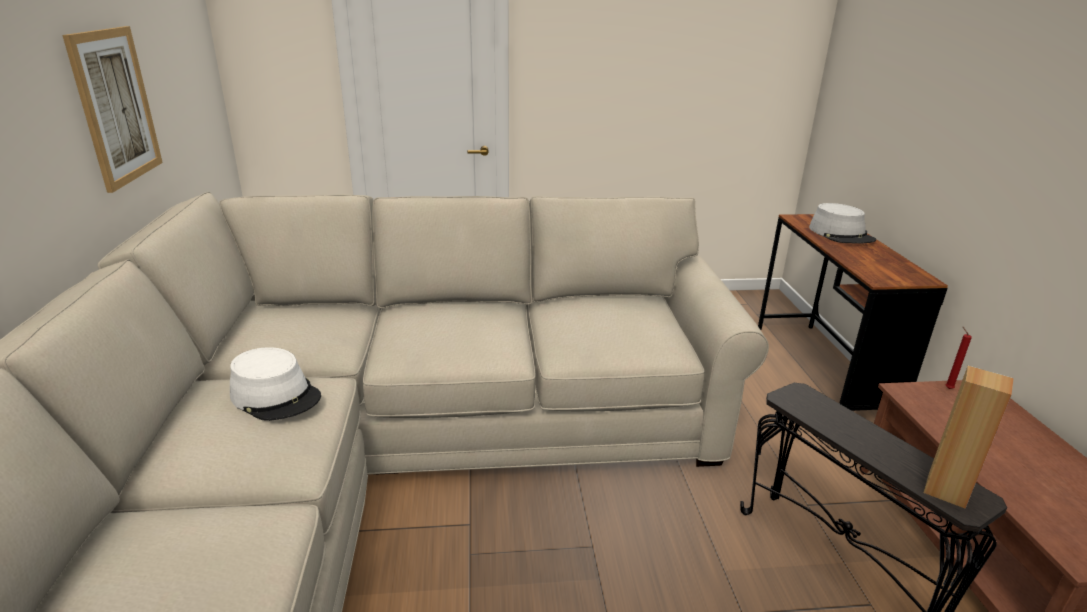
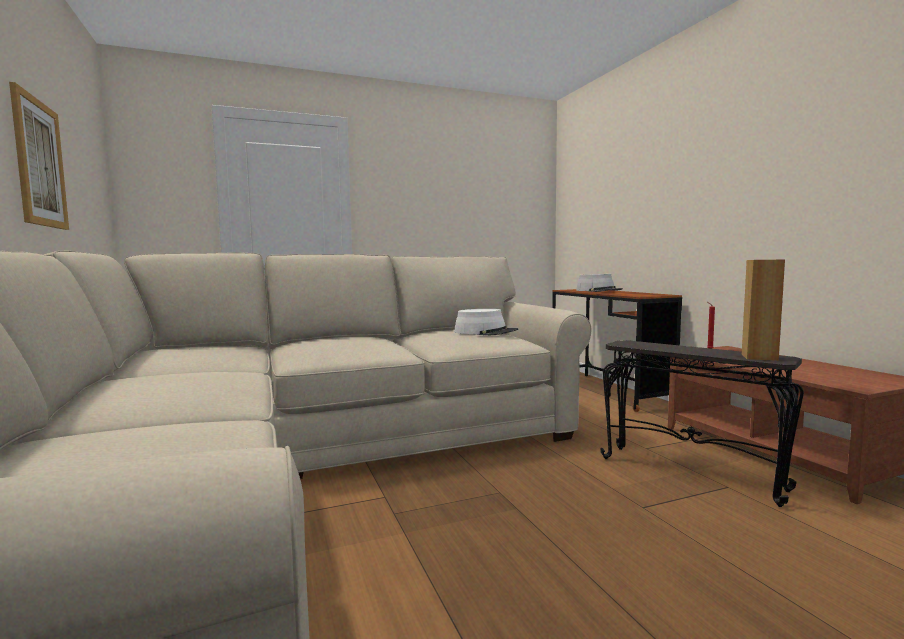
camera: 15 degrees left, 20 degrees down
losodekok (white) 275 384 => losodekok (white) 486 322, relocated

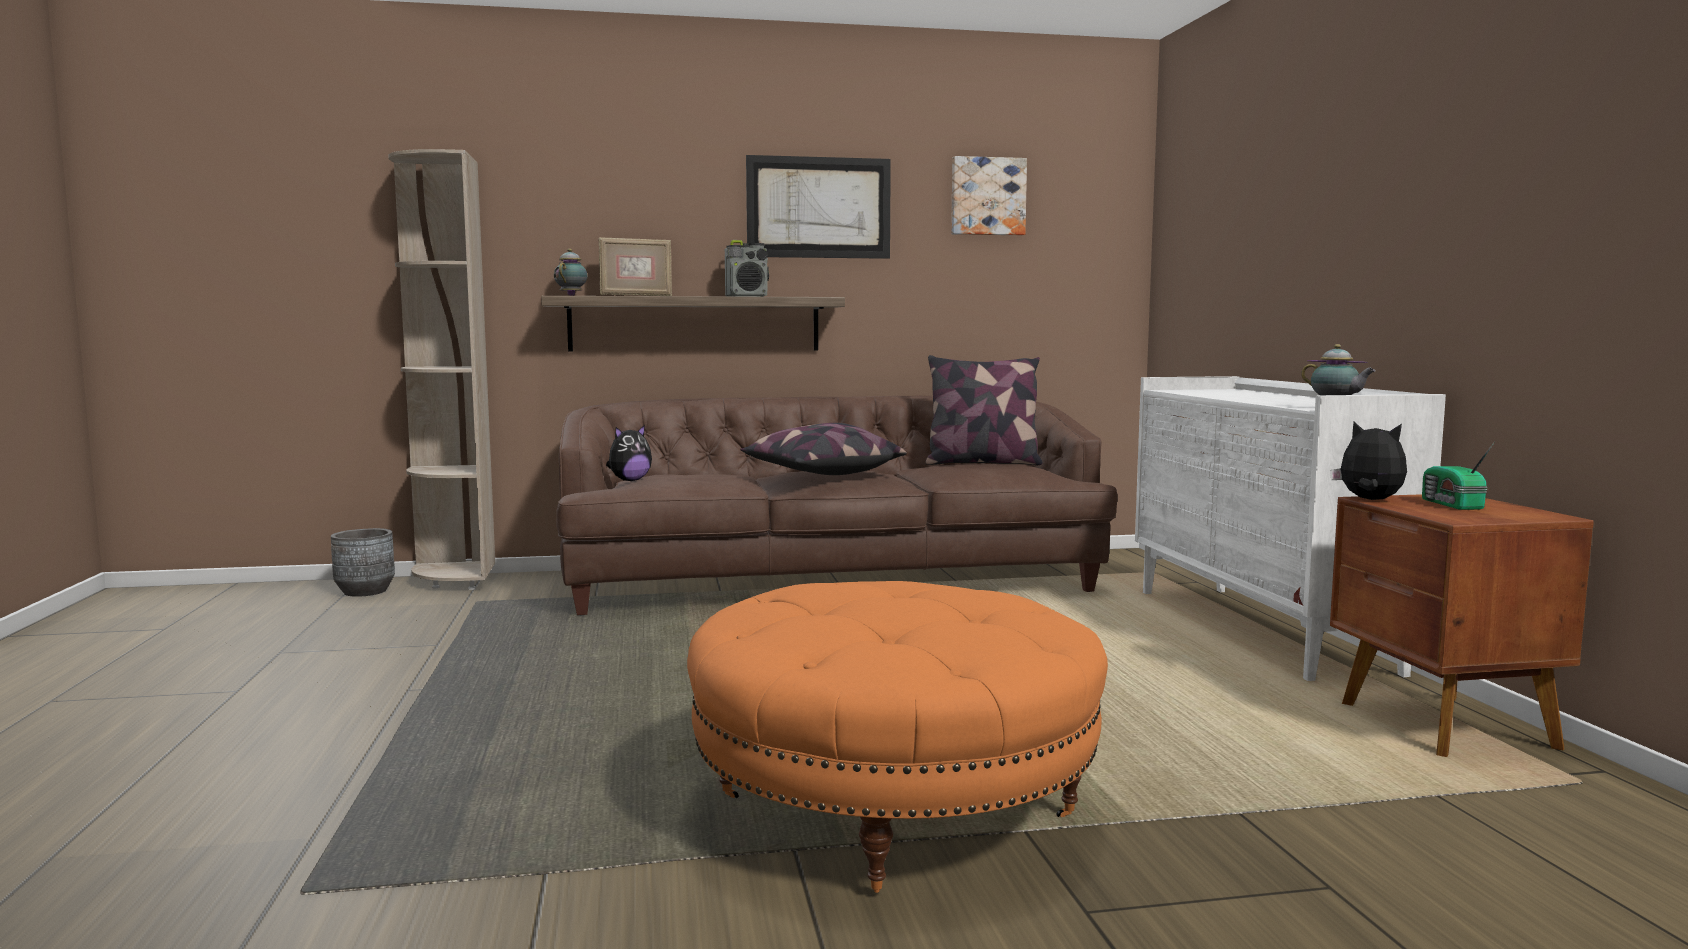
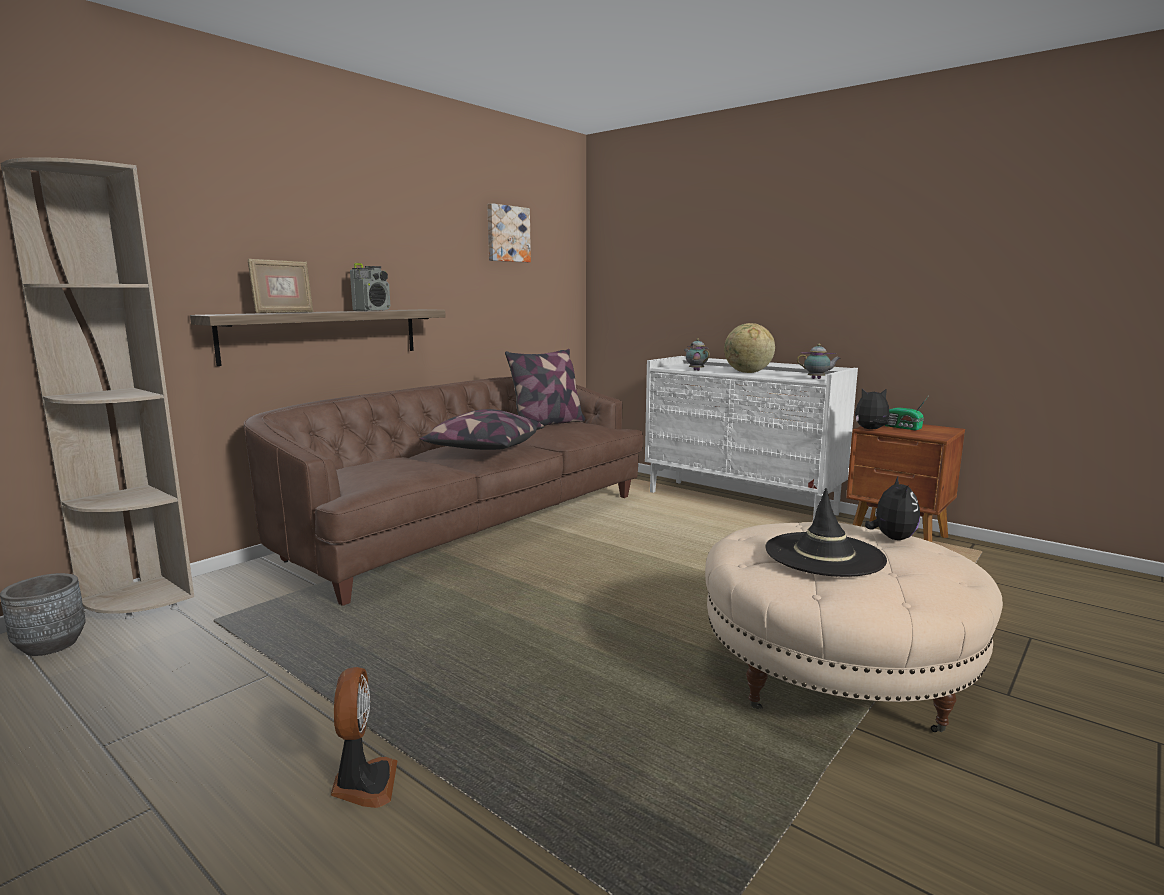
camera: 40 degrees left, 5 degrees up
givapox 818 207 => nothing
nothing => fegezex 363 737
nothing => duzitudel 749 348
nothing => losodekok (black) 826 532
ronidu 571 272 => ronidu 697 354, relocated
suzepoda 629 453 => suzepoda 892 508, relocated
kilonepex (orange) 897 737 => kilonepex (beige) 854 627

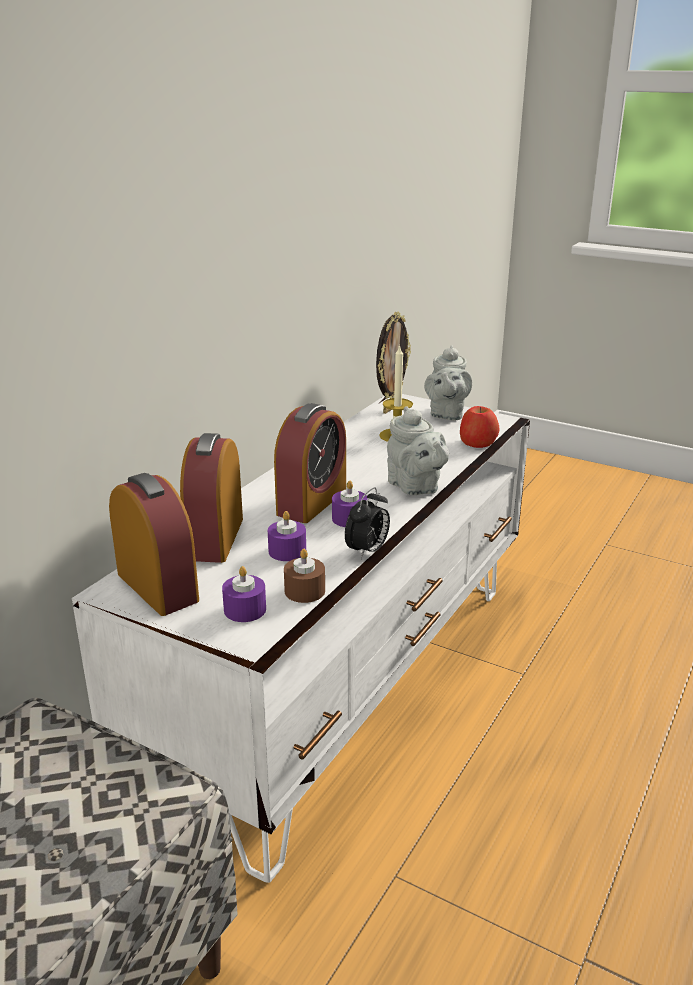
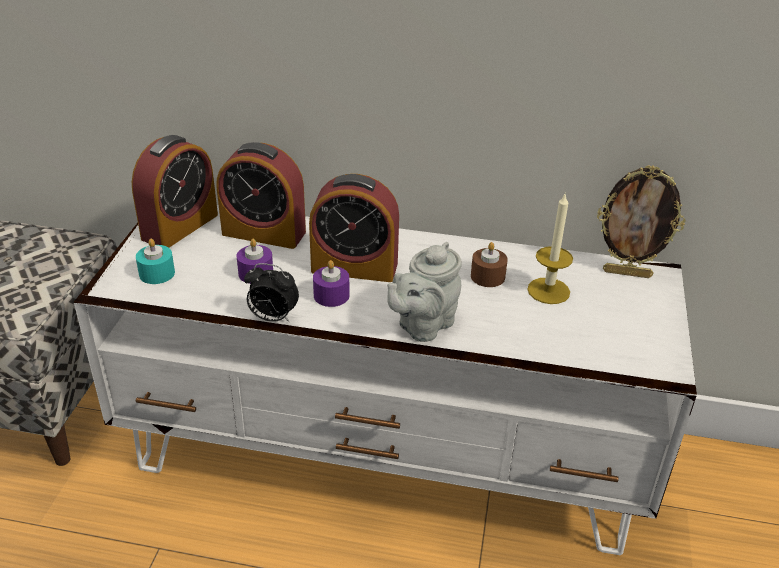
camera: 70 degrees right, 10 degrees up
ronidu (grey) 448 383 => nothing
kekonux 480 427 => nothing
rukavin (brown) 304 576 => rukavin (brown) 489 264, relocated
rukavin (purple) 244 594 => rukavin (turquoise) 155 261
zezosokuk 211 498 => zezosokuk 261 195, 150 degrees counterclockwise

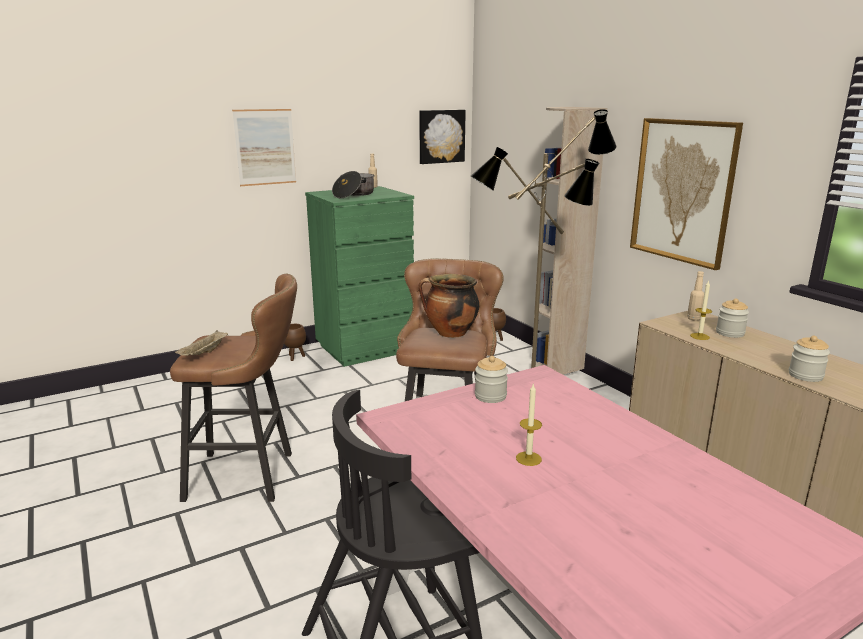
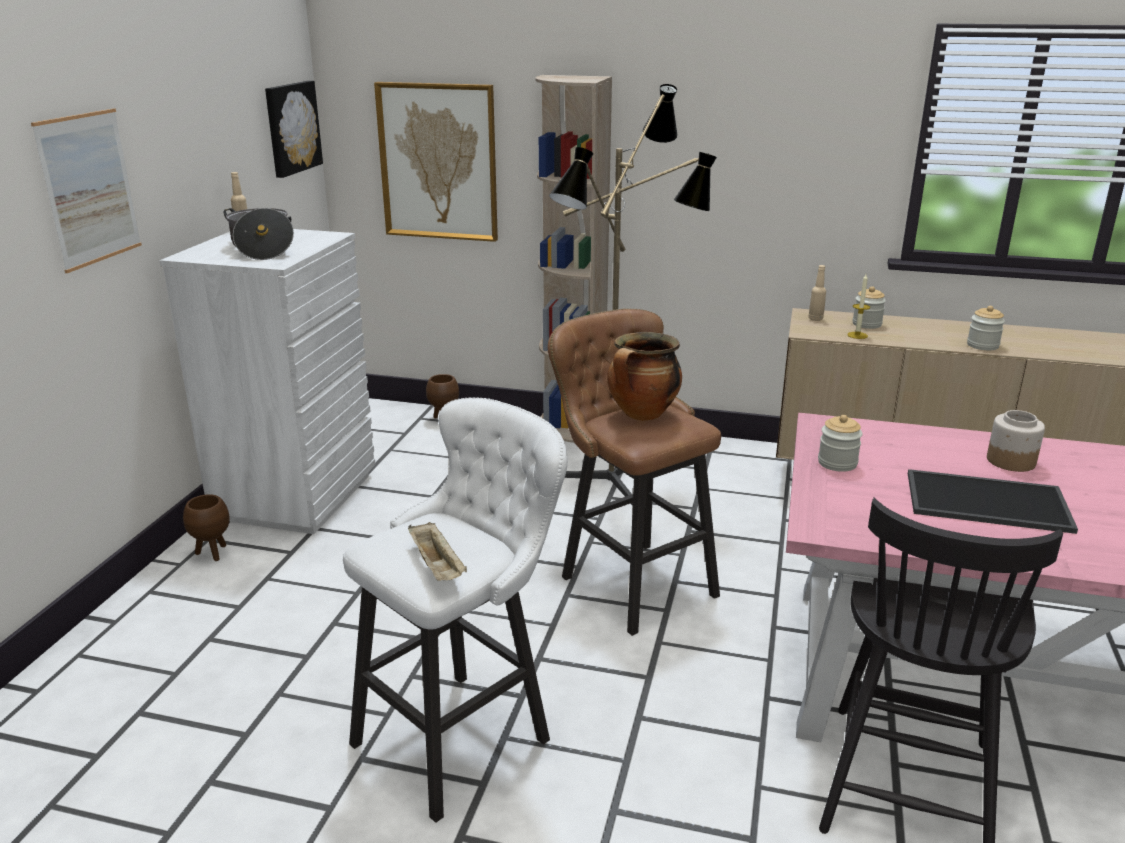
camera: 45 degrees left, 5 degrees up
nothing => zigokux 1016 441
givapox 686 194 => givapox 436 162, relocated
rukavin 529 425 => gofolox 993 501
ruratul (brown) 233 388 => ruratul (white) 455 610
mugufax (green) 359 276 => mugufax (white) 268 381

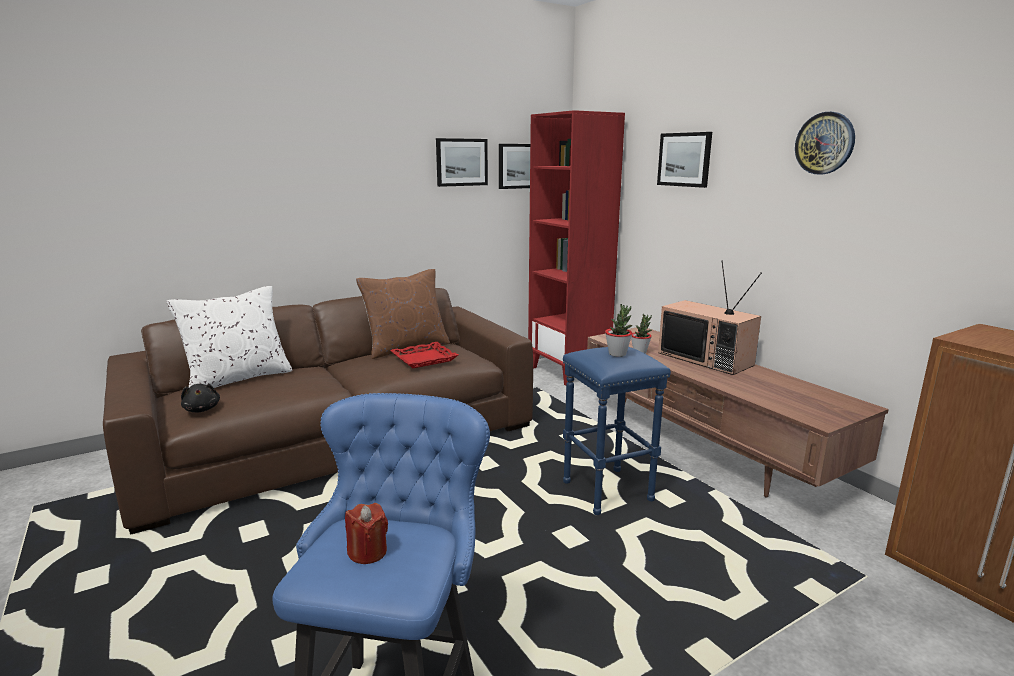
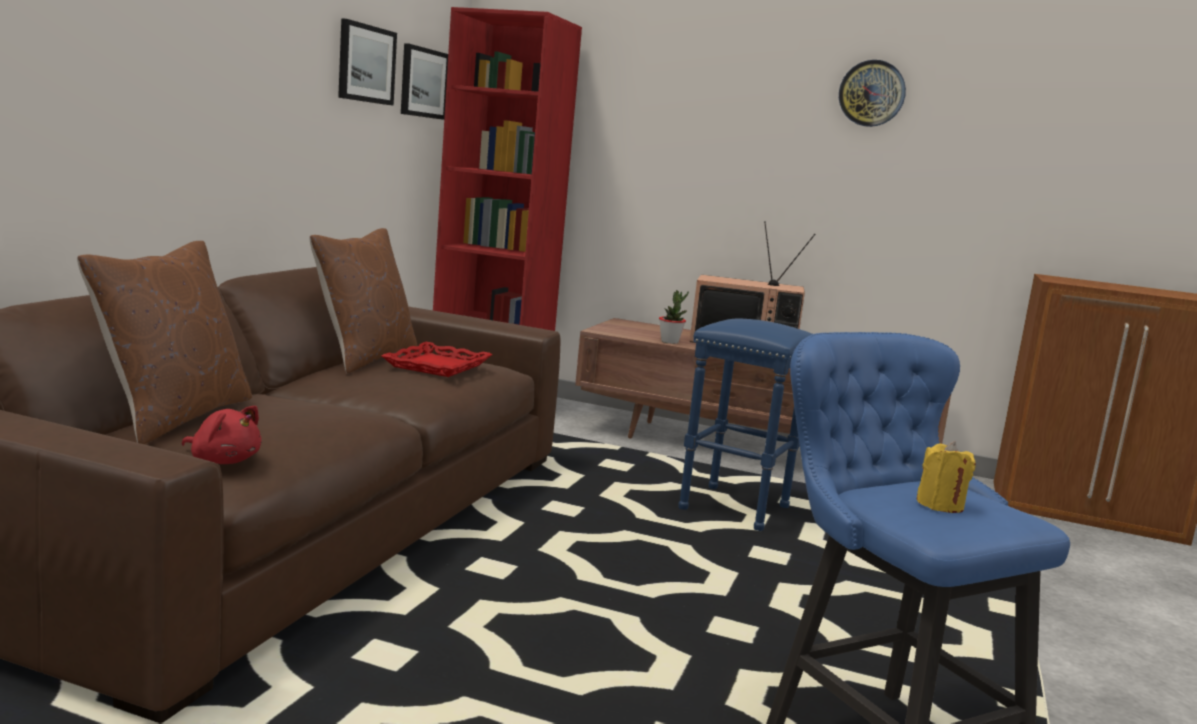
camera: 40 degrees left, 5 degrees down
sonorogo 619 330 => nothing
givapox 684 160 => nothing
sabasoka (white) 229 337 => sabasoka (brown) 164 342
suzepoda (black) 200 398 => suzepoda (red) 222 435
rukavin (red) 366 533 => rukavin (yellow) 946 477

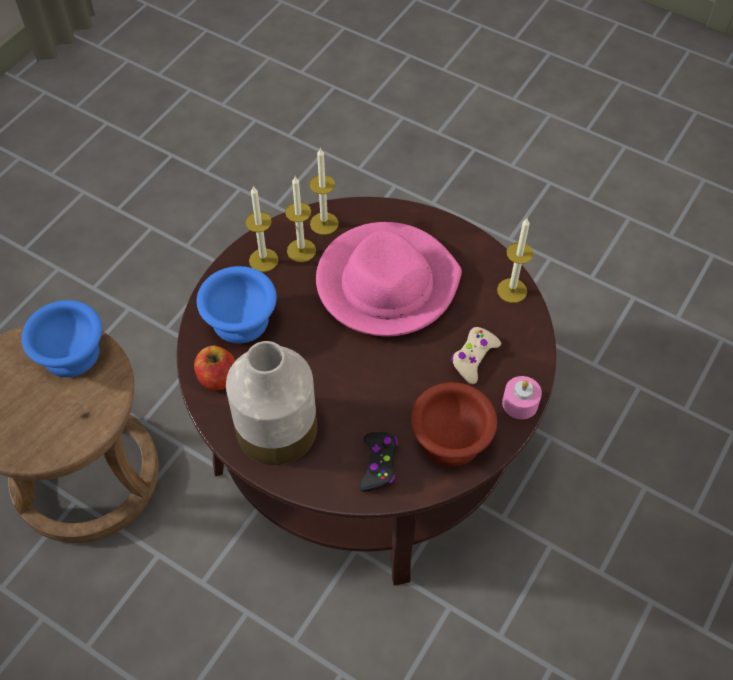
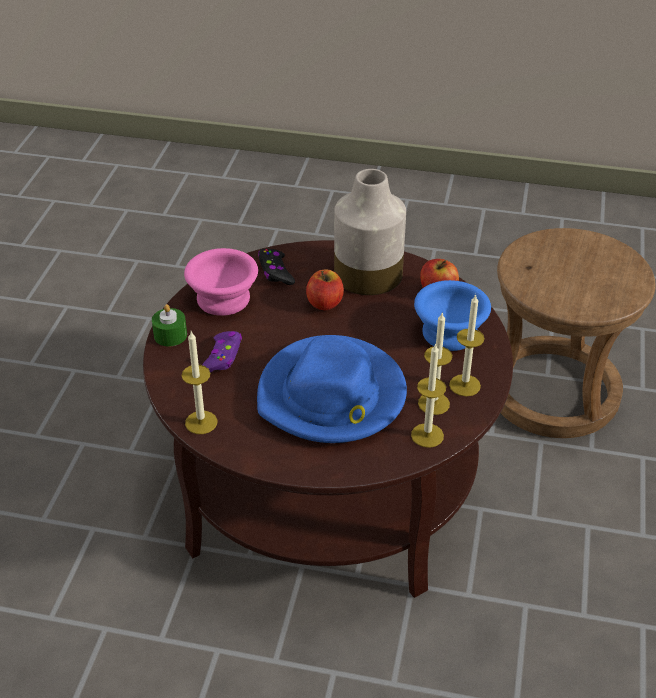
camera: 160 degrees right, 15 degrees down
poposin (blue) 61 338 => nothing
nothing => kekonux 325 290
losodekok (pink) 389 279 => losodekok (blue) 332 389
poposin (brown) 454 424 => poposin (pink) 221 282
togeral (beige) 476 355 => togeral (purple) 222 352
rukavin (pink) 522 397 => rukavin (green) 169 325

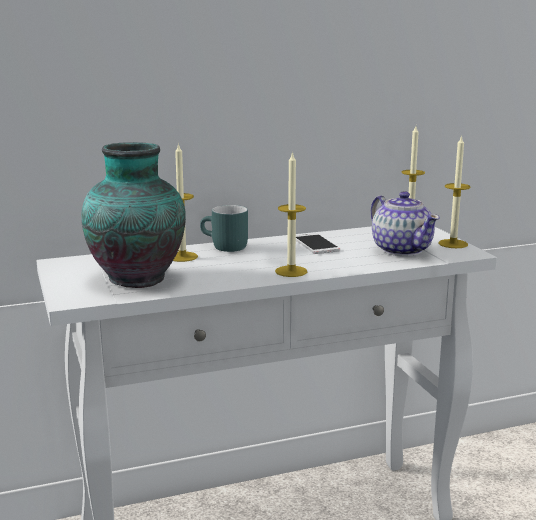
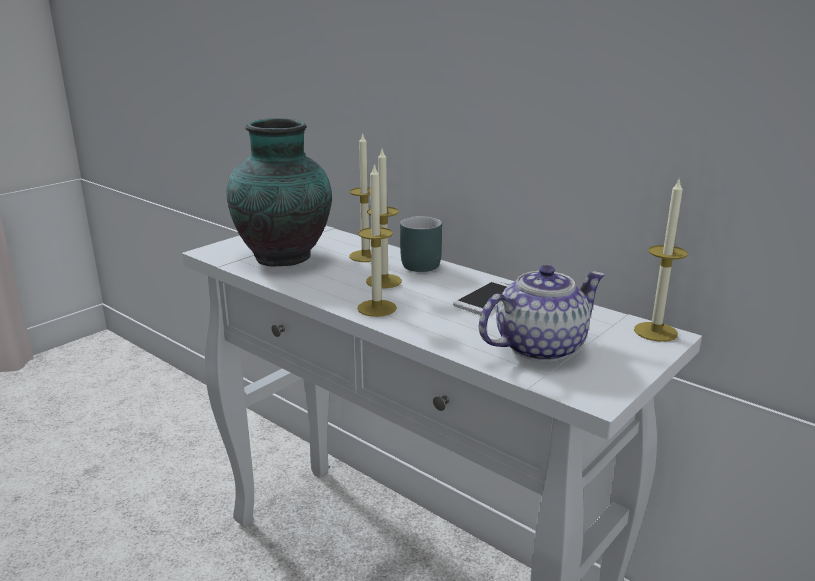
camera: 60 degrees right, 5 degrees up
rukavin 454 191 => rukavin 384 219, relocated
ronidu 405 223 => ronidu 542 313, 150 degrees counterclockwise

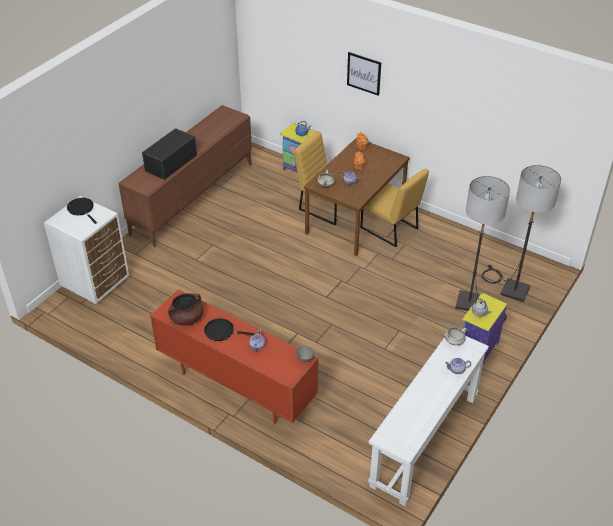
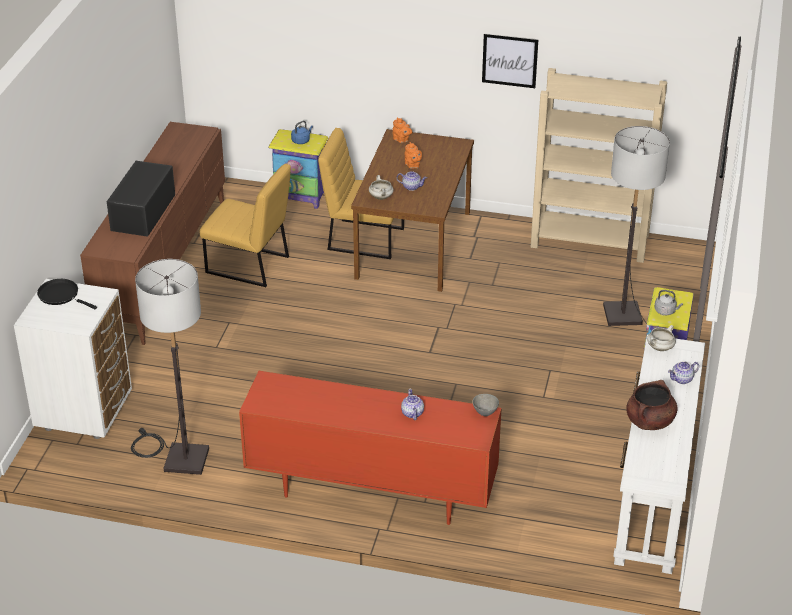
camera: 20 degrees left, 5 degrees down
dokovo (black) 229 329 => nothing
nothing => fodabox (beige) 599 165
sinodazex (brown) 185 309 => sinodazex (brown) 651 405, relocated
givapox 364 74 => givapox 510 60, relocated
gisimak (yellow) 394 208 => gisimak (yellow) 245 225, relocated
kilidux 521 233 => kilidux 170 367, relocated

